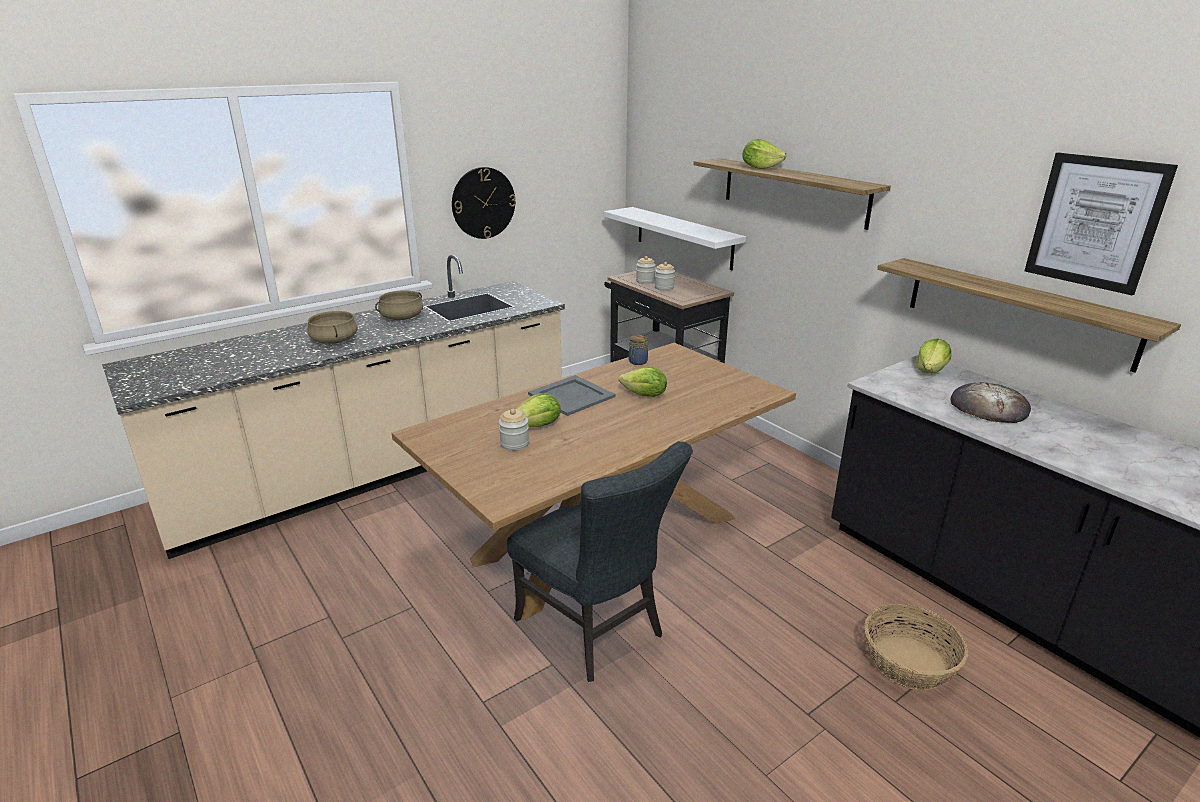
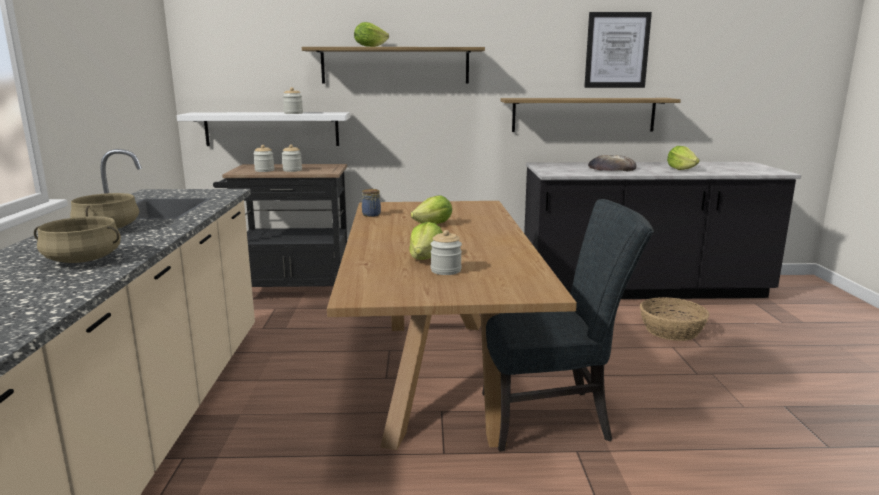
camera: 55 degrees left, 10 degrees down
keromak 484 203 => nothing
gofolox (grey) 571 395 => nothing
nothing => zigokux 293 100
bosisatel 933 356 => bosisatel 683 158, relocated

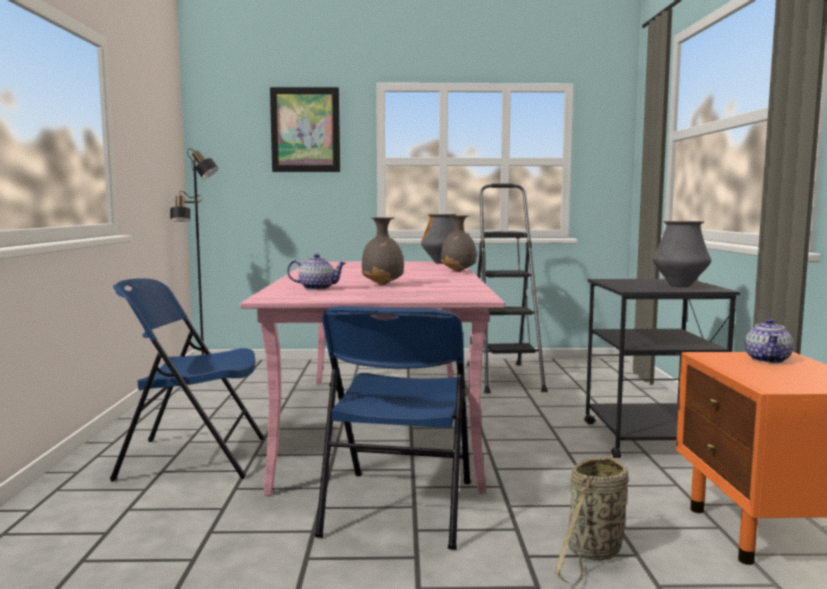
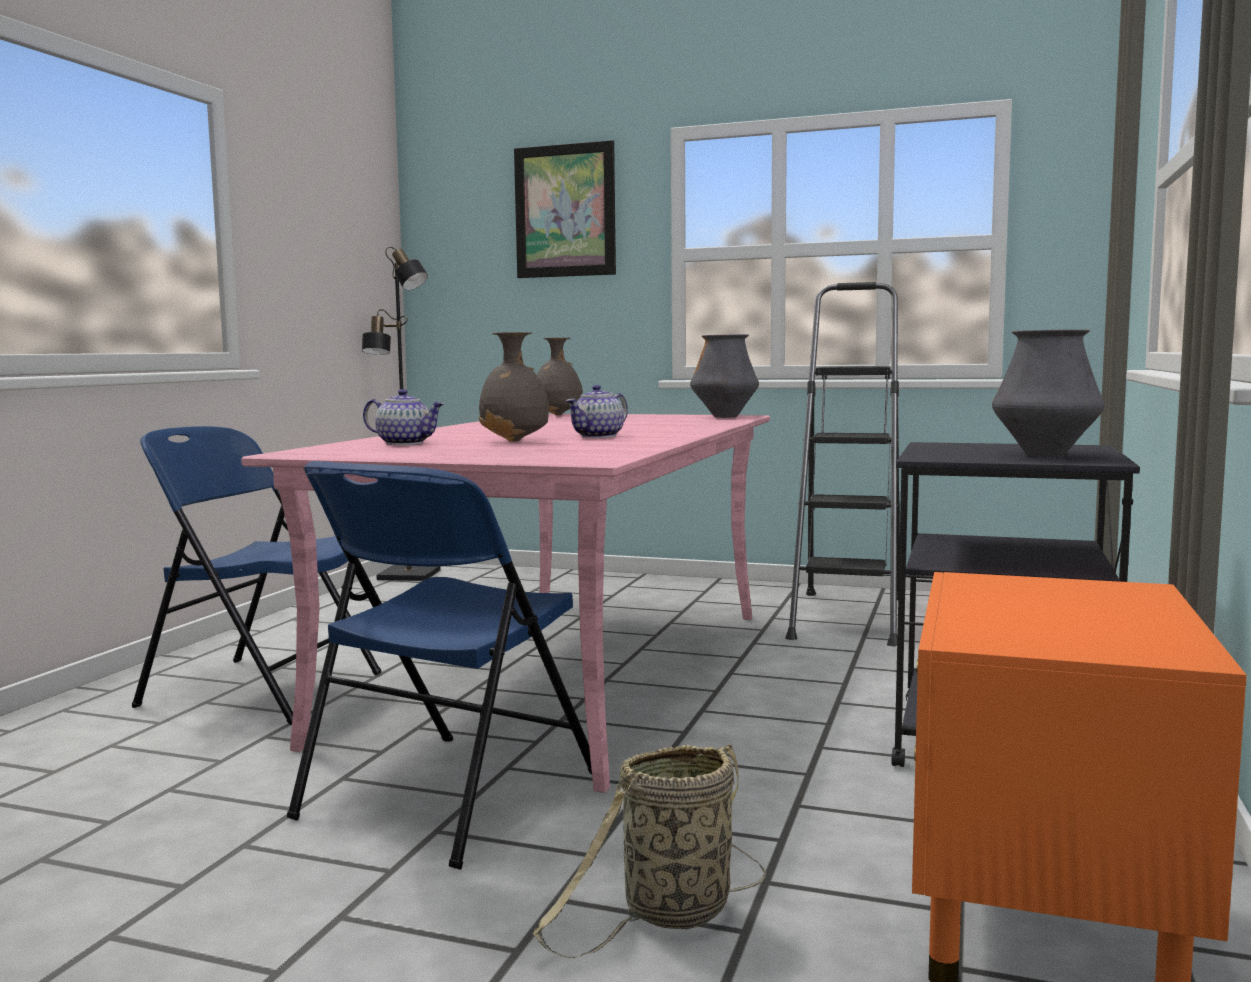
camera: 20 degrees right, 0 degrees up
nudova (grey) 459 243 => nudova (grey) 560 377, relocated
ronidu 769 341 => ronidu 597 411, relocated

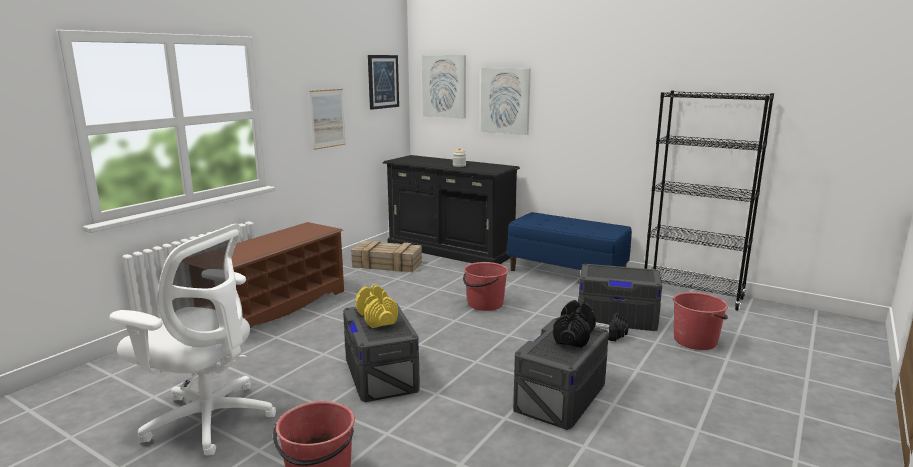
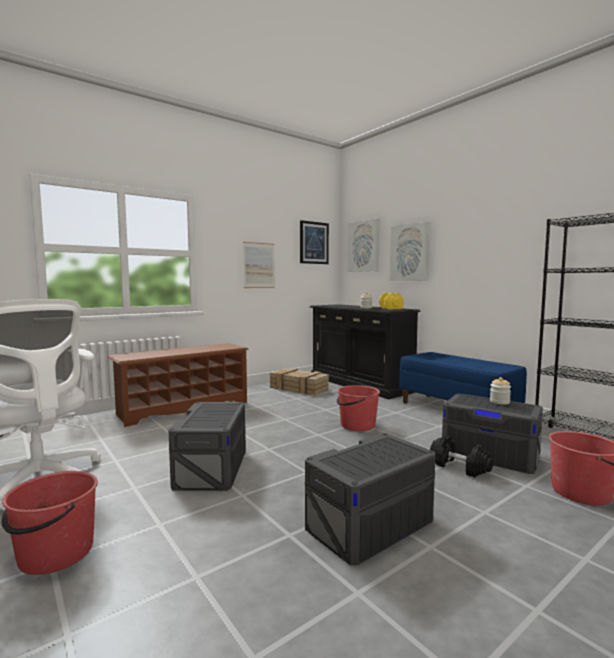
camera: 20 degrees right, 10 degrees down
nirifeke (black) 574 324 => nothing
nothing => zigokux 500 391
nirifeke (yellow) 377 306 => nirifeke (yellow) 392 300, relocated

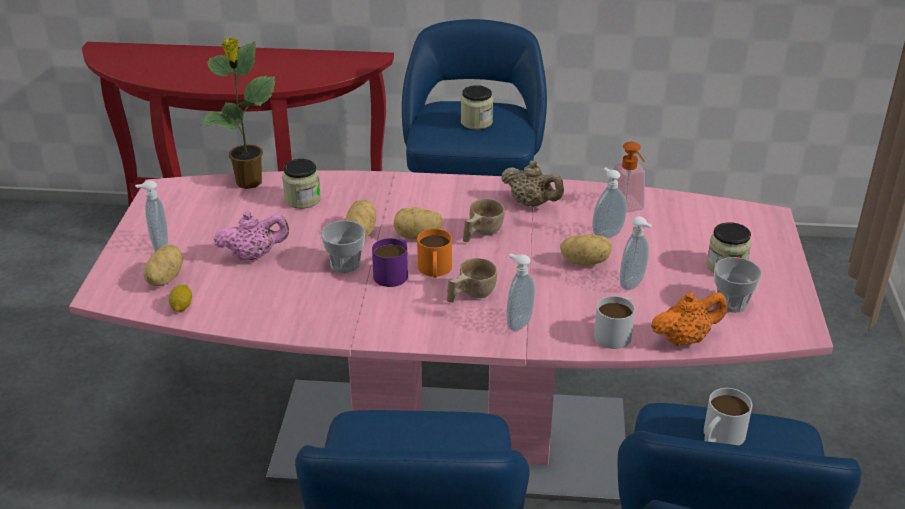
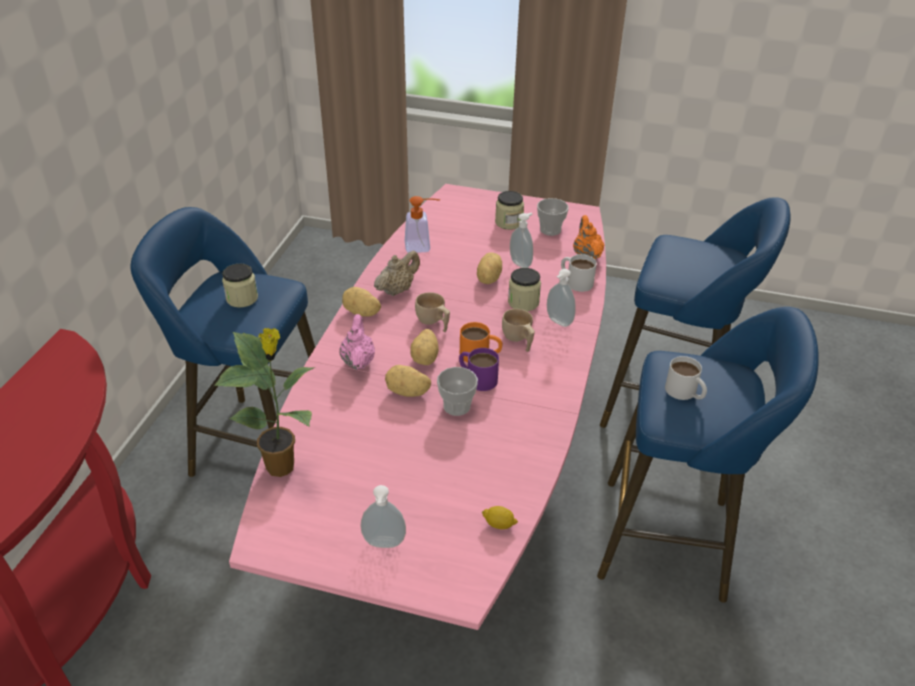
camera: 80 degrees left, 5 degrees up
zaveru 609 203 => nothing
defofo 163 265 => defofo 361 302, relocated
ronidu (pink) 251 236 => ronidu (pink) 357 342, relocated
zigokux 301 184 => zigokux 524 289, relocated
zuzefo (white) 728 416 => zuzefo (white) 686 378, relocated

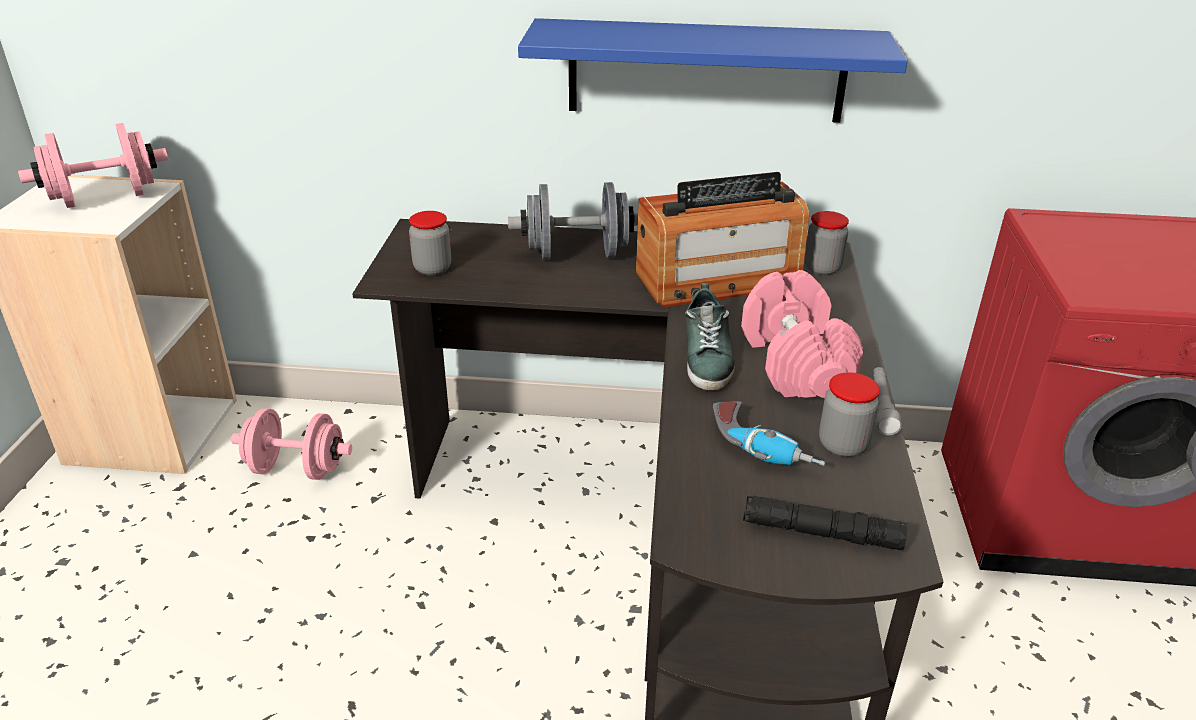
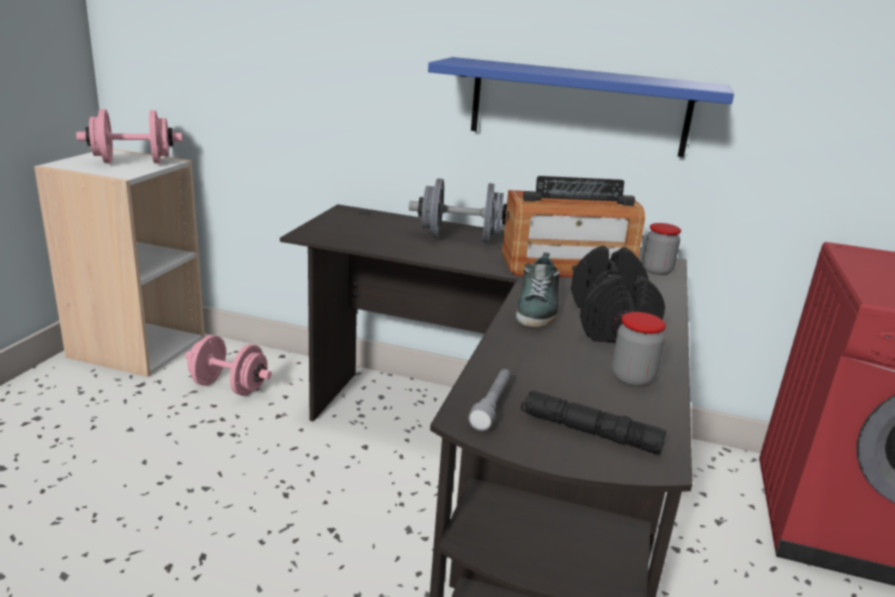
camera: 10 degrees right, 10 degrees down
zigokux 430 243 => nothing
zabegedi 769 433 => nothing
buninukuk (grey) 887 401 => buninukuk (grey) 489 400, relocated
nirifeke (pink) 802 334 => nirifeke (black) 618 294

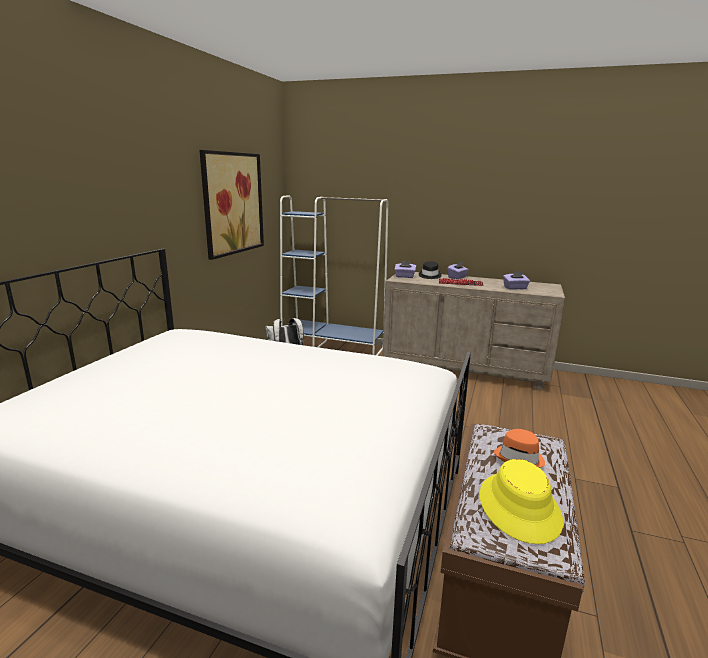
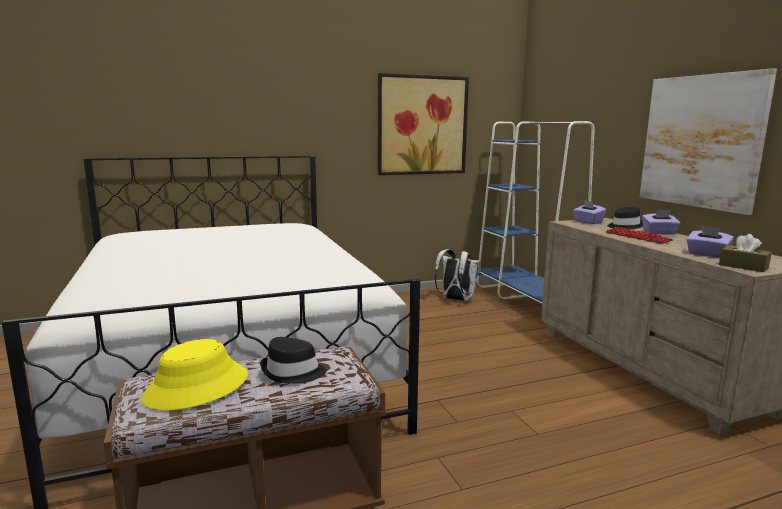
camera: 50 degrees right, 5 degrees down
nothing => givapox 708 141
nothing => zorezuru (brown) 745 253
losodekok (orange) 519 448 => losodekok (black) 293 360

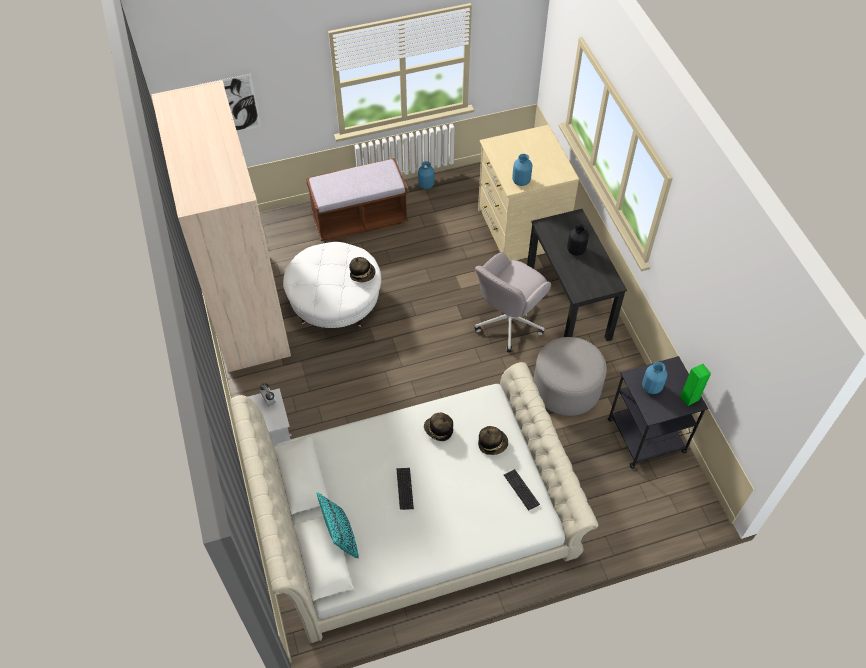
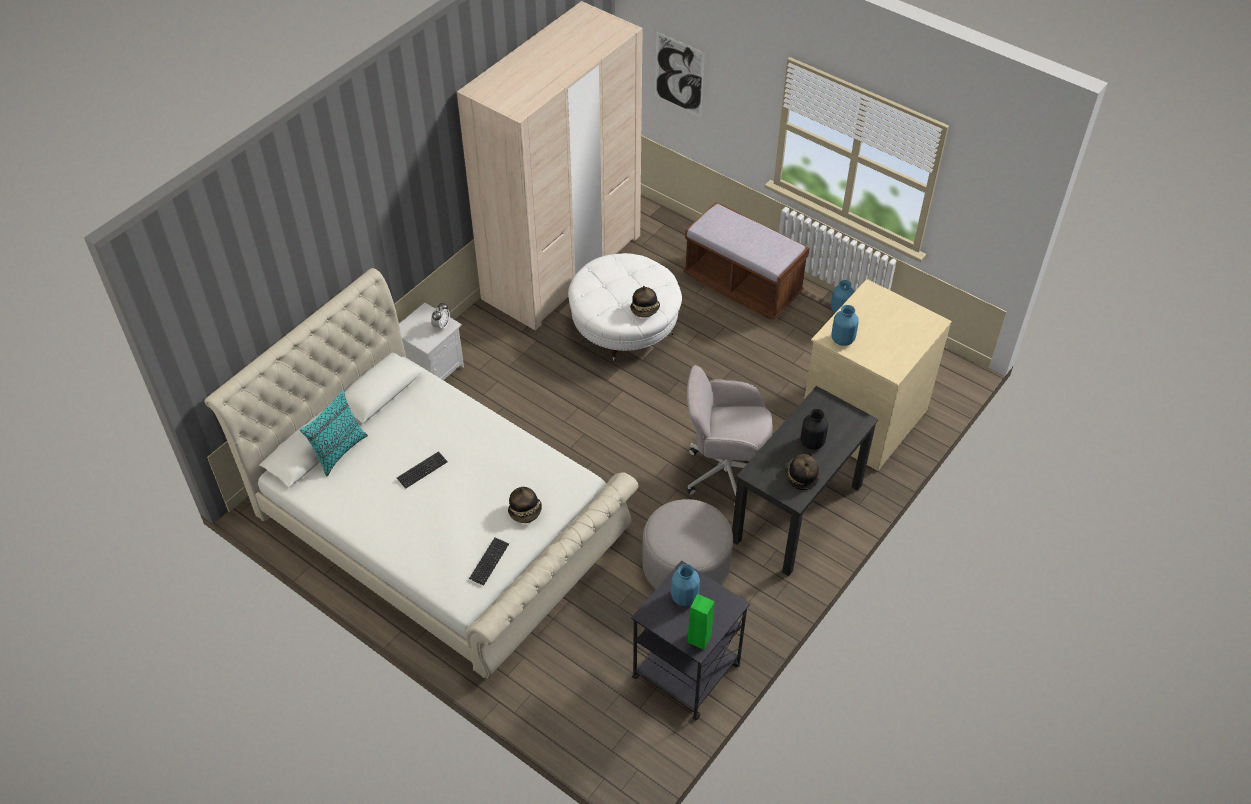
camera: 55 degrees right, 5 degrees down
losodekok 438 427 => losodekok 802 472, relocated

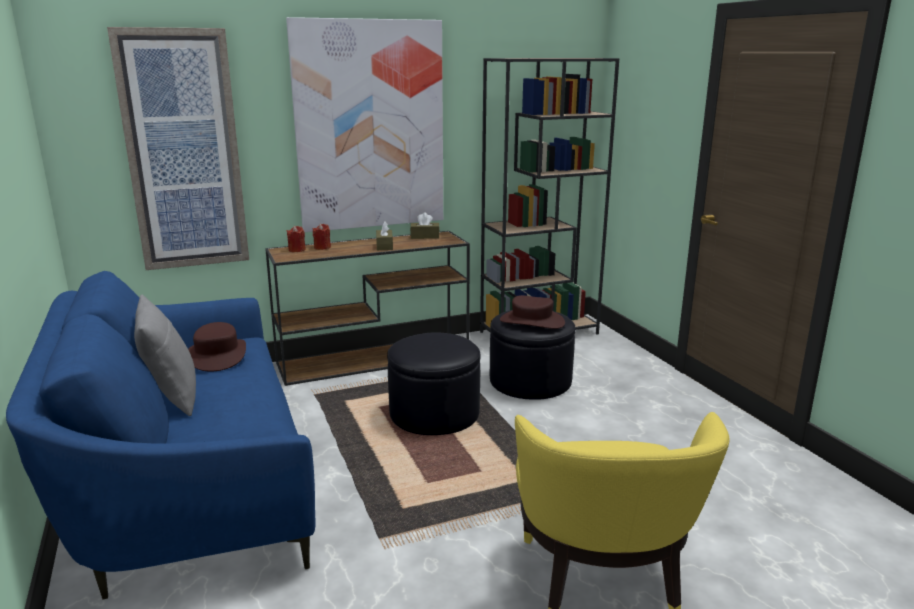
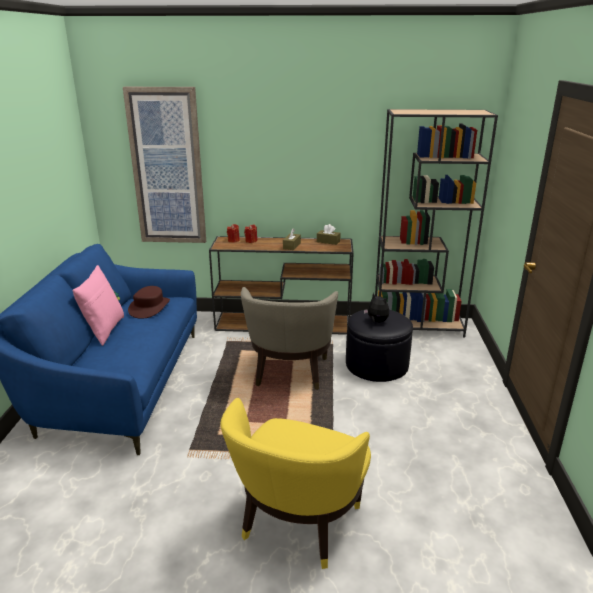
camera: 25 degrees right, 5 degrees up
givapox 364 124 => nothing
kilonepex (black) 433 384 => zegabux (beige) 289 338
losodekok (brown) 532 312 => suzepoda 376 307
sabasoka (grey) 165 355 => sabasoka (pink) 98 305

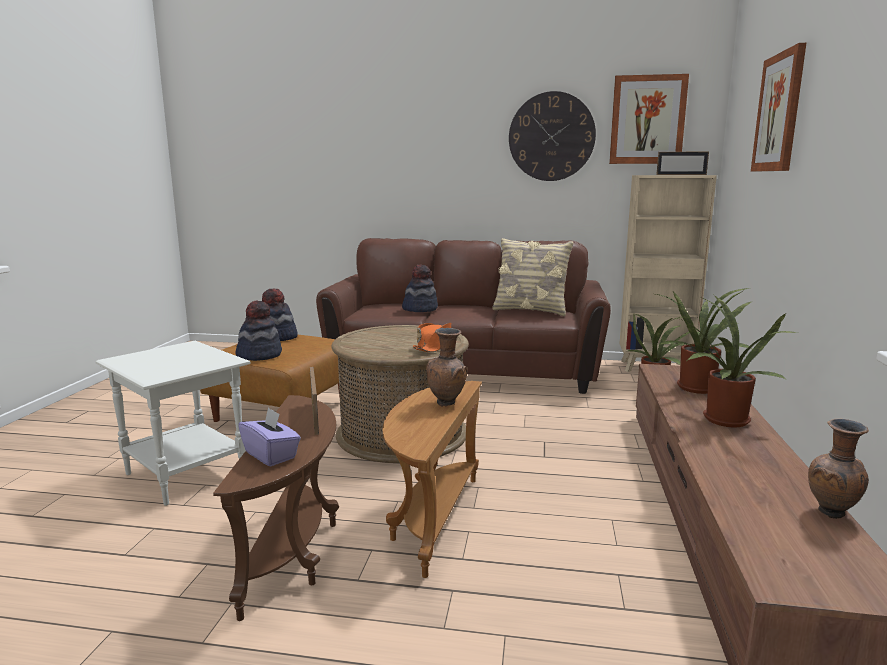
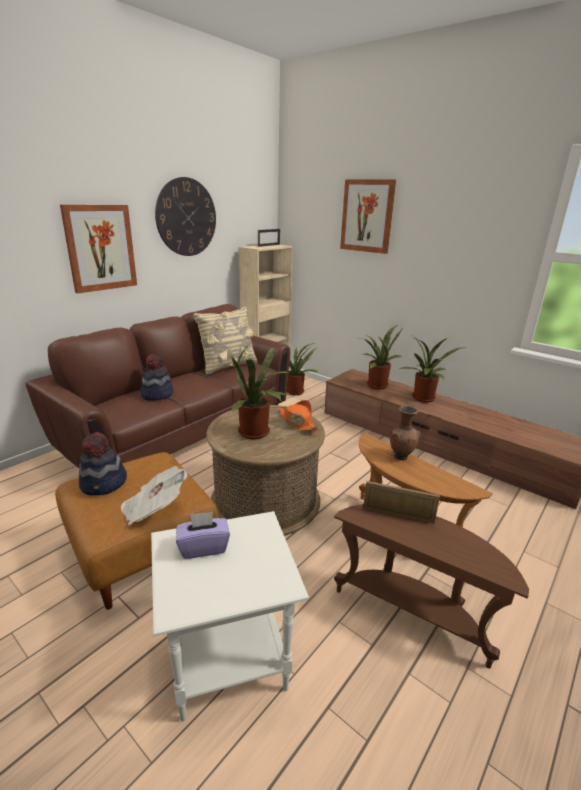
camera: 60 degrees left, 10 degrees up
nudova (brown) 838 469 => nothing
nothing => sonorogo 262 392
zorezuru (purple) 269 437 => zorezuru (purple) 203 535, relocated
givapox 649 119 => givapox 98 249, relocated
losodekok 258 330 => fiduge 153 495

